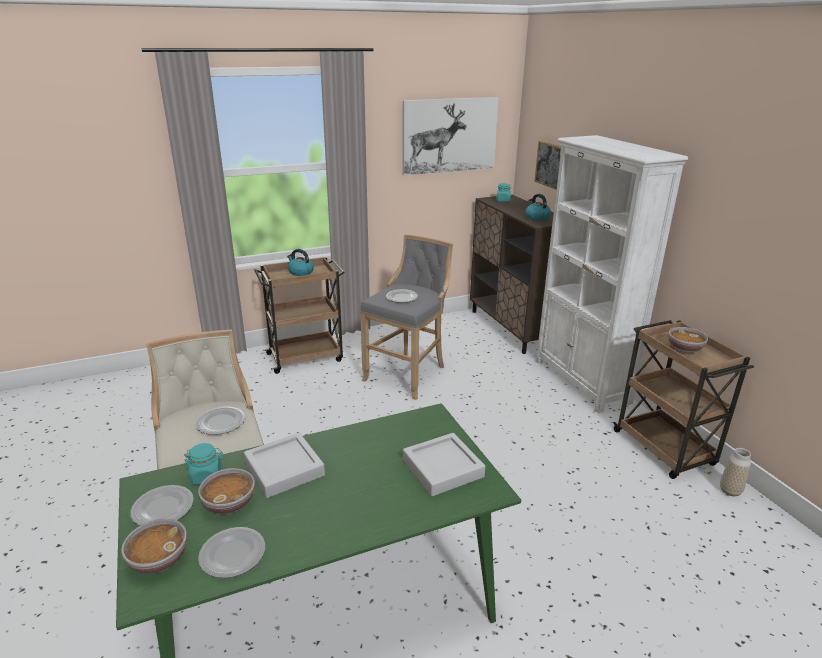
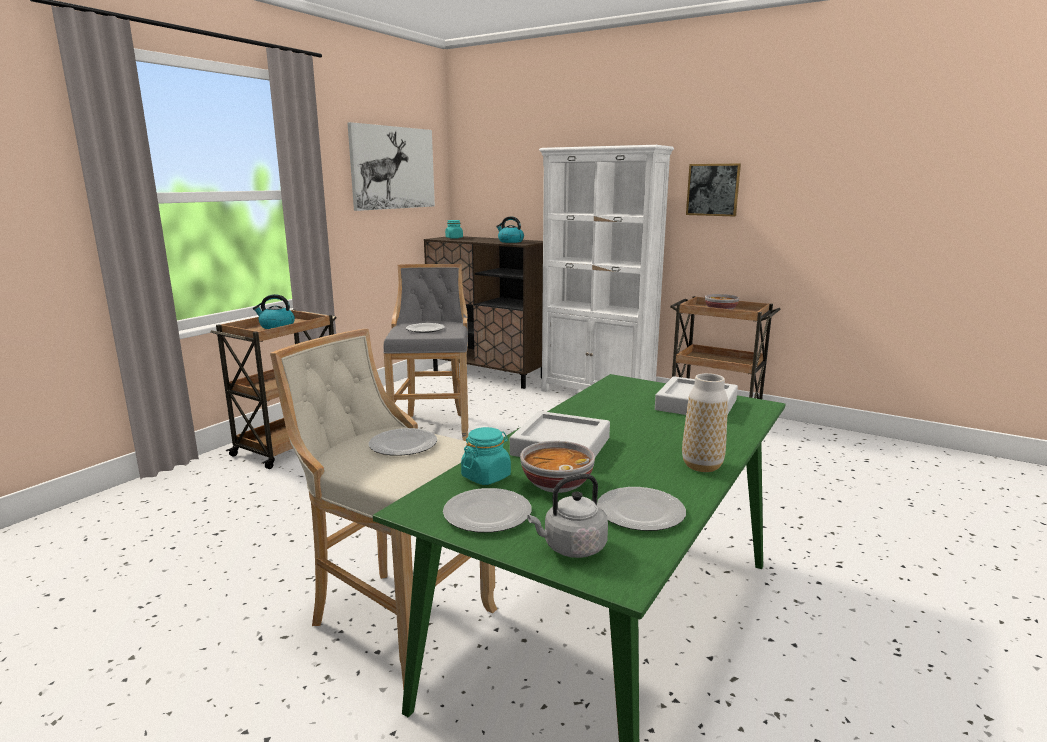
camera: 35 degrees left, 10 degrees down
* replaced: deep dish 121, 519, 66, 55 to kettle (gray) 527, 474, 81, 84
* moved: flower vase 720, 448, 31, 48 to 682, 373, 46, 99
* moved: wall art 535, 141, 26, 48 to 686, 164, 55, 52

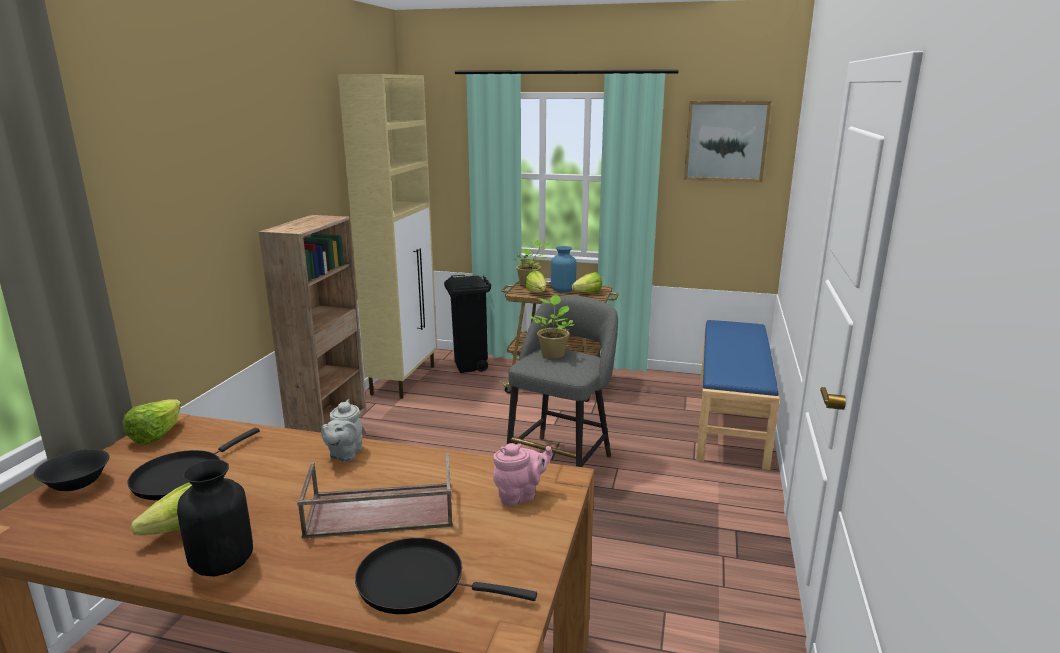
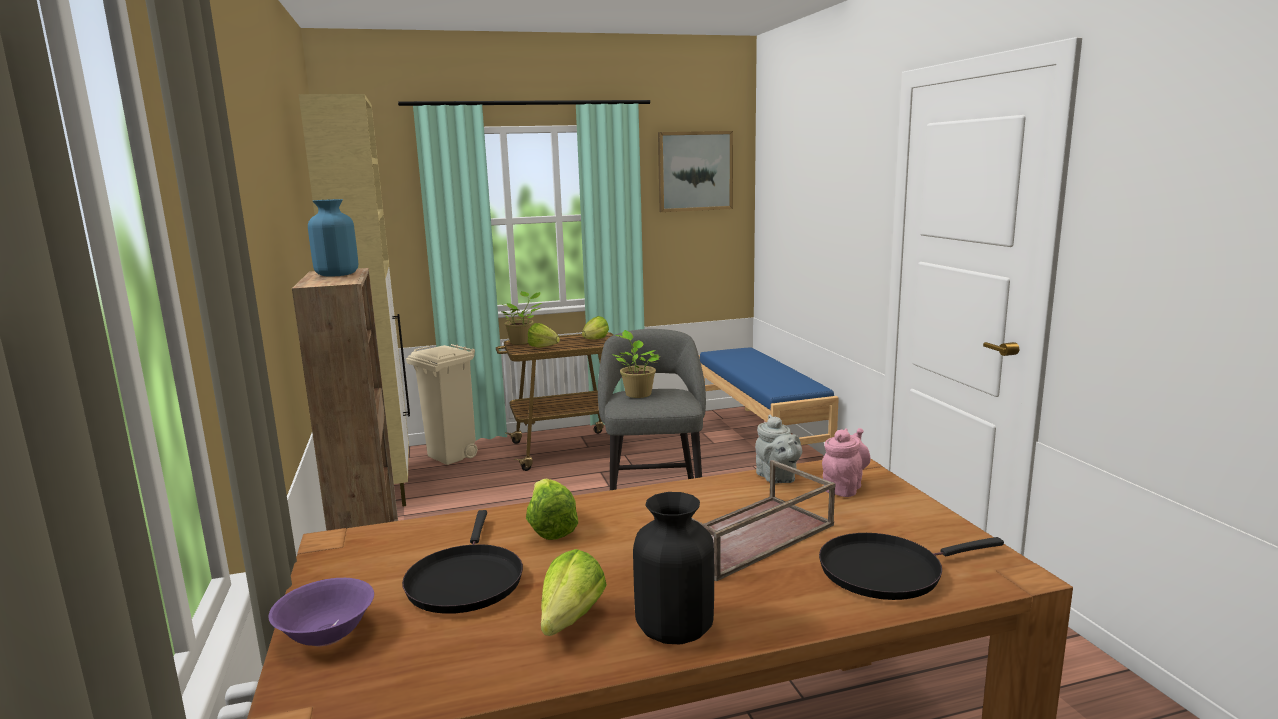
camera: 30 degrees left, 5 degrees down
* recoloured: deep dish (blackish) 34, 449, 76, 43 to deep dish (purplish) 269, 578, 105, 68
* moved: flower vase (bluish) 551, 246, 25, 46 to 308, 199, 50, 78
* recoloured: rubbish bin (blackish) 444, 275, 47, 98 to rubbish bin (beige) 406, 344, 72, 121
* moved: head of lettuce 123, 399, 58, 46 to 526, 478, 52, 62
* moved: teapot (gray) 321, 399, 41, 63 to 755, 415, 47, 68

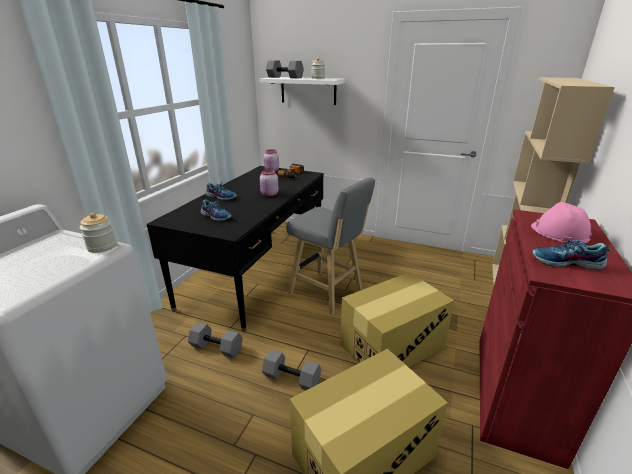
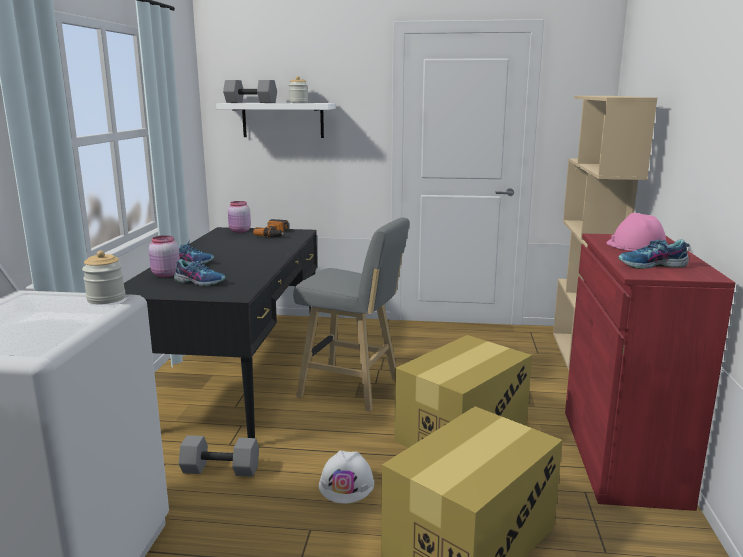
camera: 15 degrees left, 10 degrees down
* moved: storage jar (pink-coloured) 260, 169, 18, 27 to 149, 235, 31, 42
* replaced: hand weight (gray) 262, 349, 59, 41 to safety helmet (white) 319, 451, 55, 53

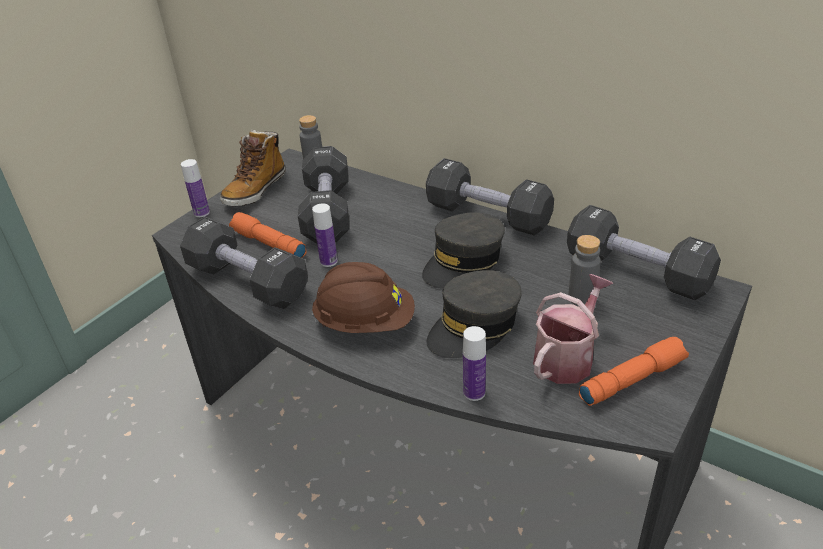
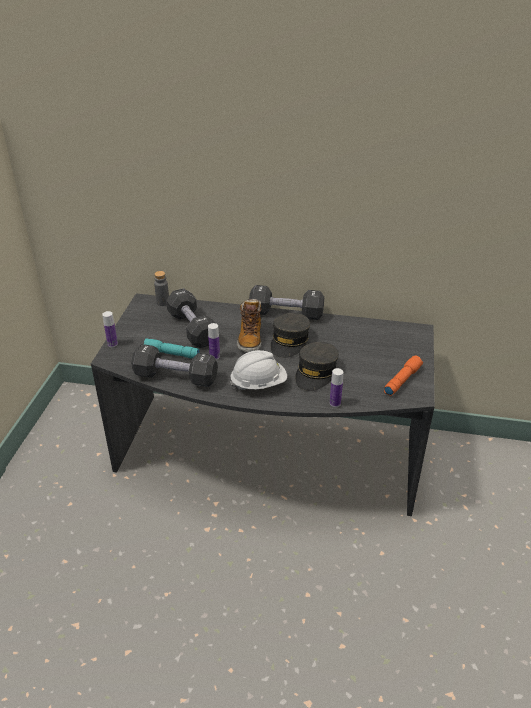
camera: 25 degrees left, 0 degrees up
* recoloured: torch (orange-coloured) 229, 212, 77, 46 to torch (turquoise-coloured) 144, 339, 56, 19
* recoloured: safety helmet (brownish) 312, 262, 103, 71 to safety helmet (white) 230, 350, 57, 41
* moved: tall boot 220, 130, 65, 77 to 237, 299, 24, 53
* removed: watering can 533, 274, 80, 110
* removed: hand weight (blackish) 567, 205, 154, 95
* removed: beverage bottle (gray) 568, 235, 33, 71

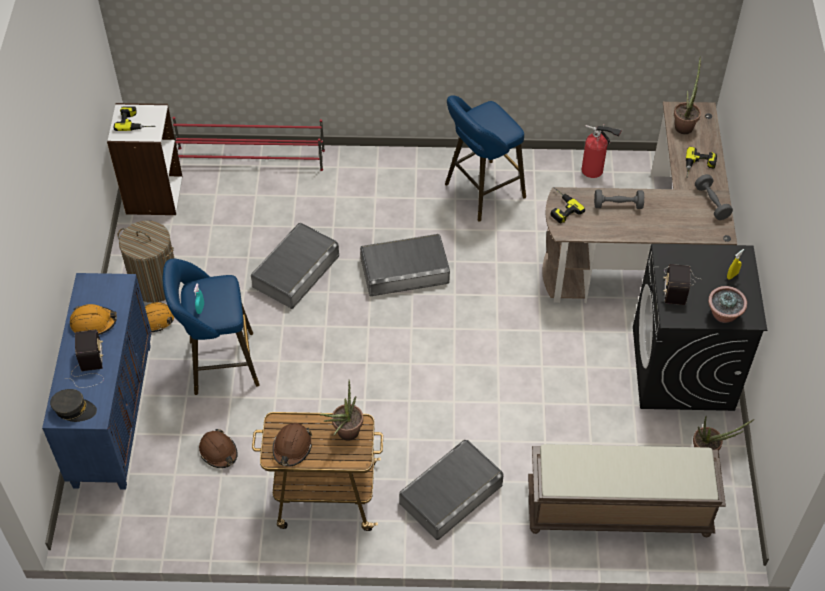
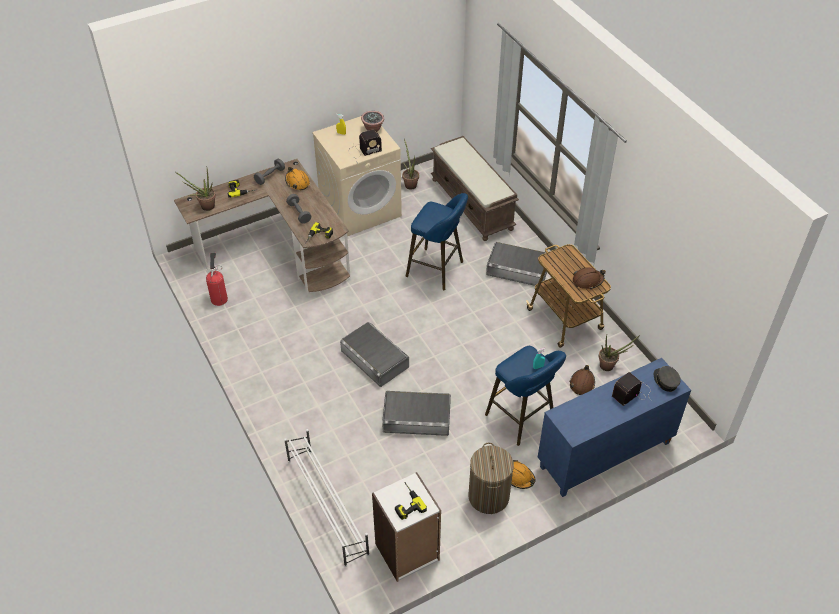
camera: 120 degrees left, 5 degrees down
* recoloured: shoe rack (reddish) 173, 117, 152, 54 to shoe rack (white) 284, 429, 85, 138
* moved: safety helmet (orange-coloured) 70, 304, 47, 31 to 285, 167, 25, 24
* recoloured: washing machine (blackish) 633, 244, 134, 167 to washing machine (beige) 312, 116, 90, 120
* moved: stool (bluish) 445, 95, 81, 127 to 406, 193, 62, 97
* moved: houseplant 319, 379, 44, 62 to 599, 335, 41, 36

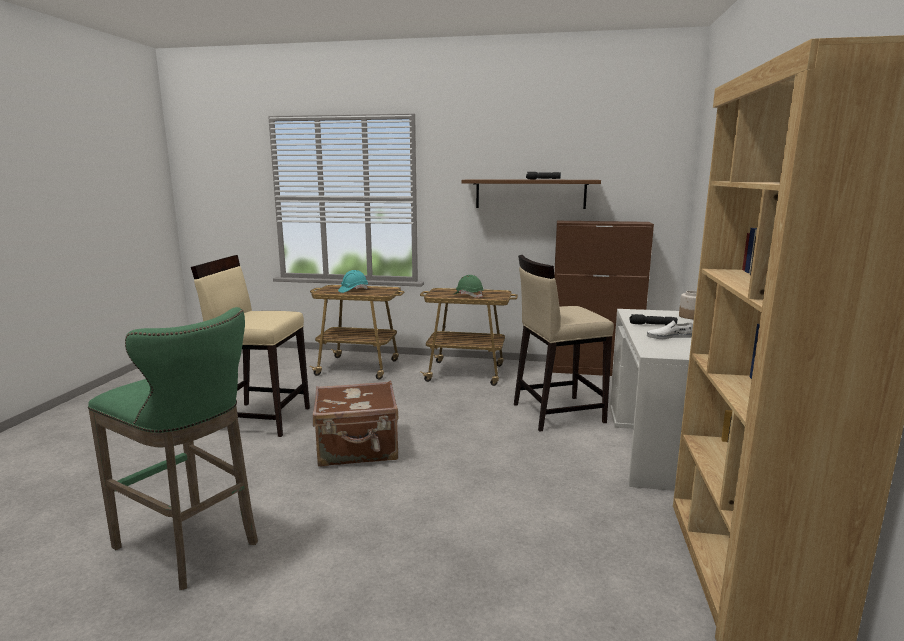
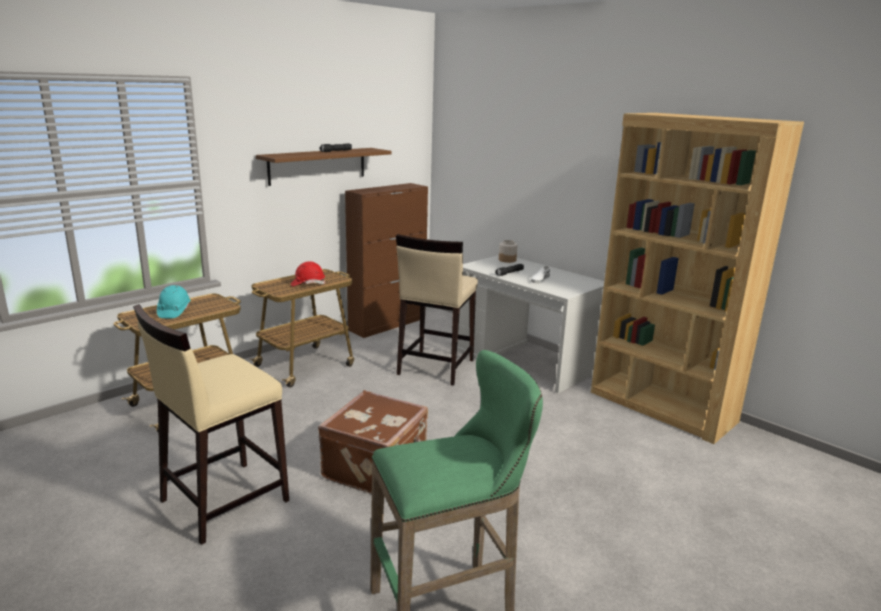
camera: 55 degrees left, 5 degrees up
* recoloured: safety helmet (green) 454, 275, 30, 23 to safety helmet (reddish) 291, 261, 34, 25

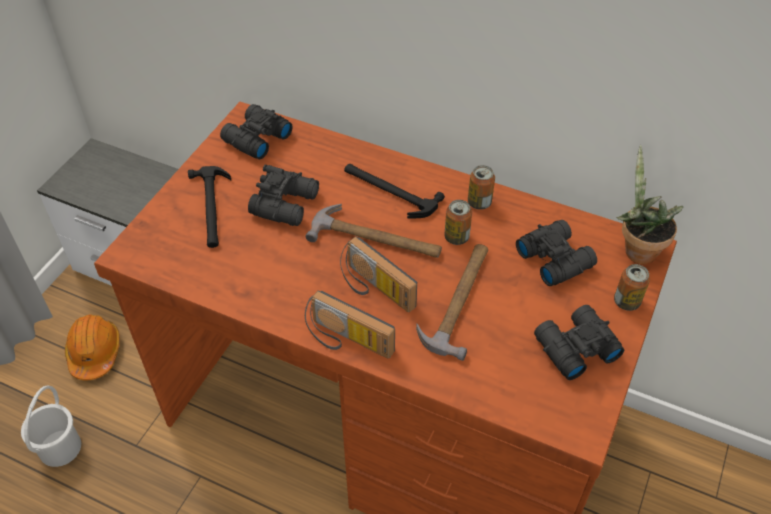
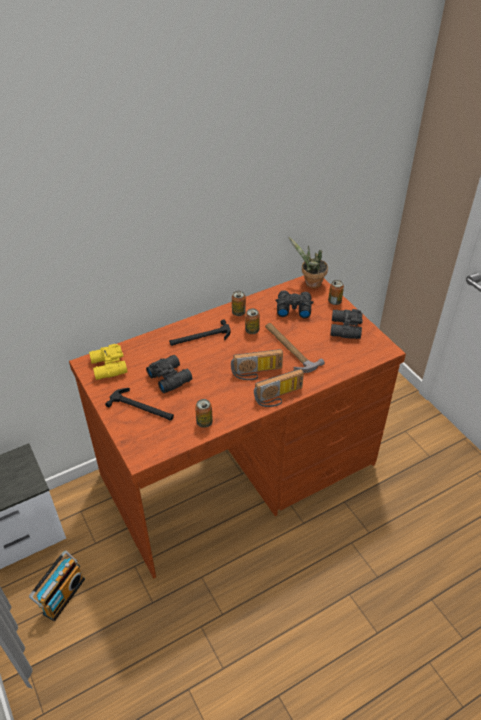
camera: 55 degrees left, 5 degrees down
* replaced: safety helmet (orange-coloured) 65, 315, 55, 65 to radio set 29, 551, 56, 70
* recoloured: field glasses (blackish) 220, 104, 73, 55 to field glasses (yellowish) 89, 344, 38, 36
* added: metal can 195, 399, 18, 29
* removed: water bucket (white) 21, 385, 60, 82
* removed: tool hammer 306, 204, 136, 54

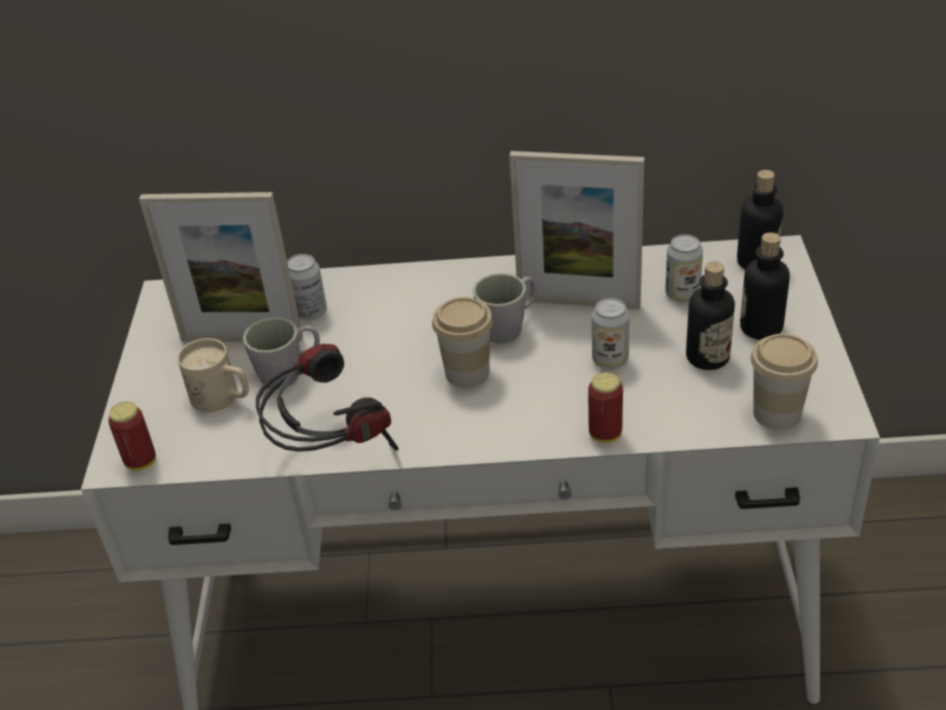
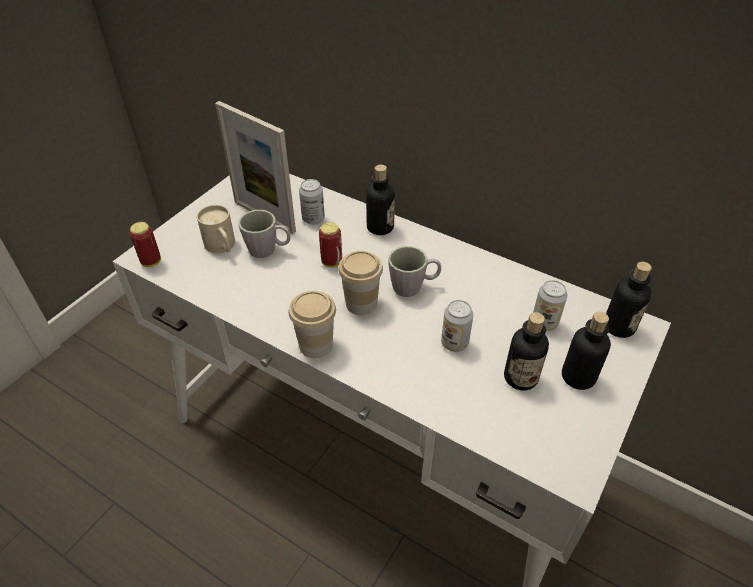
camera: 30 degrees right, 5 degrees up
* moved: small cup 751, 334, 67, 96 to 288, 291, 48, 67
* moved: metal can 588, 372, 35, 71 to 319, 222, 23, 46
* added: beverage bottle 366, 164, 29, 71
* removed: headset 256, 344, 143, 108
* removed: picture frame 509, 151, 135, 158

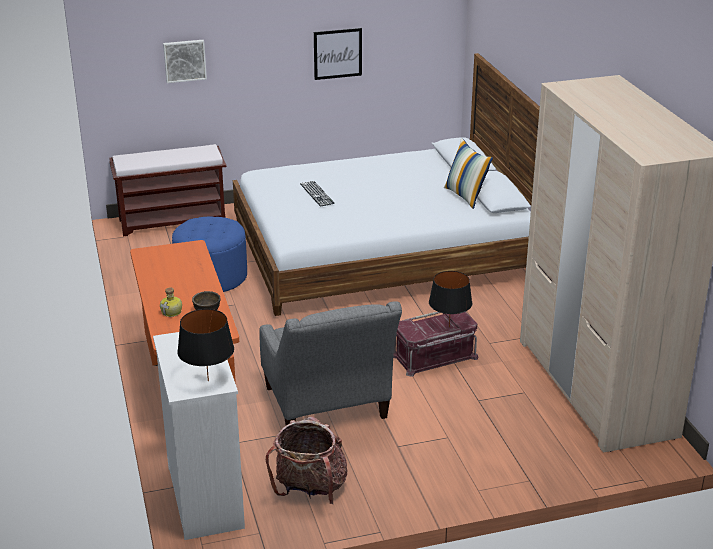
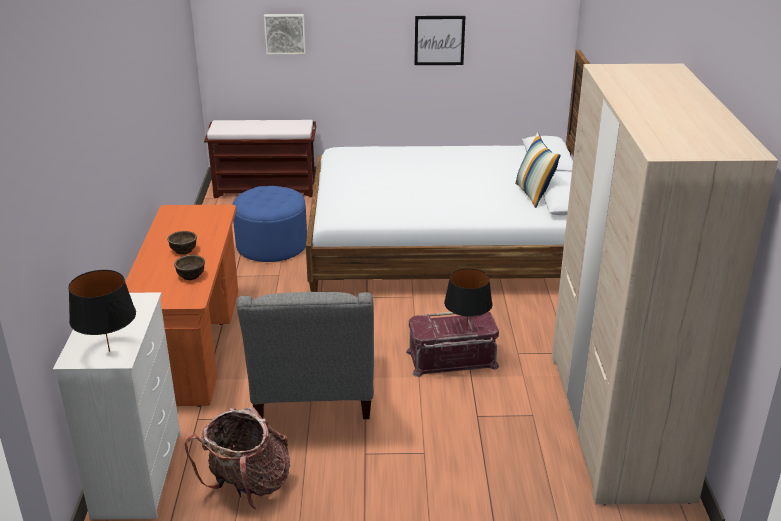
camera: 15 degrees right, 0 degrees up
* added: deep dish (brownish) 168, 231, 29, 24
* removed: beverage bottle 160, 288, 22, 29
* removed: computer keyboard 300, 181, 35, 26

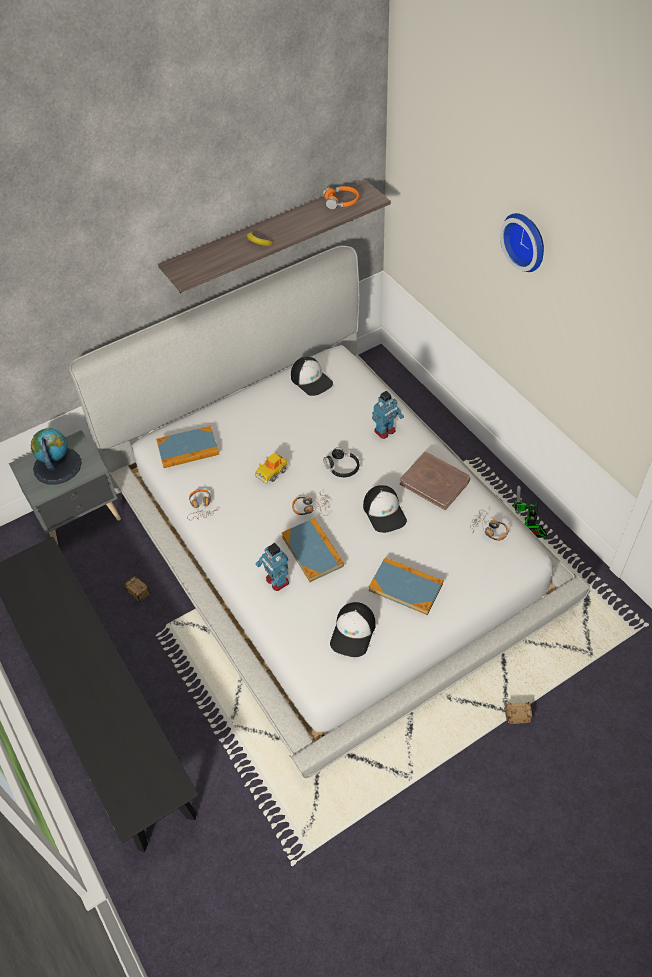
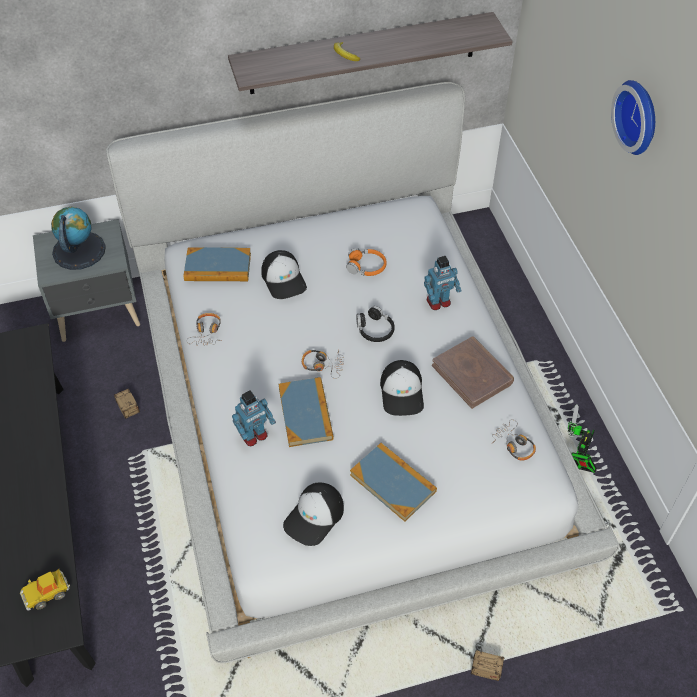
camera: 15 degrees right, 0 degrees up
* moved: model car 255, 452, 33, 32 to 20, 568, 50, 43
* turned: toy robot 256, 543, 33, 48 = 232, 390, 44, 56 105 degrees counterclockwise
* moved: cap 291, 357, 42, 39 to 261, 250, 46, 49
* moved: headset (orange-coloured) 323, 186, 36, 23 to 346, 248, 41, 28

